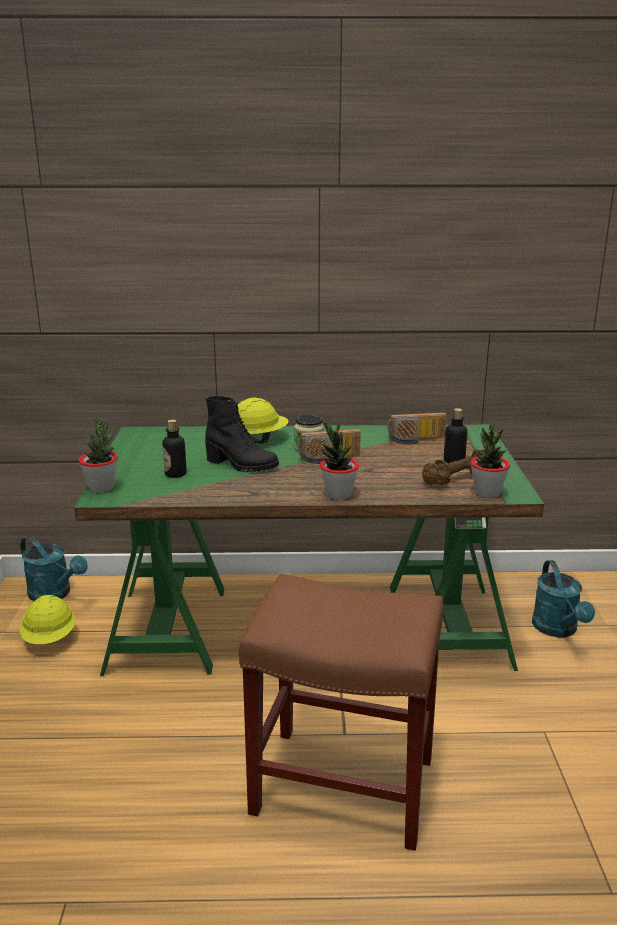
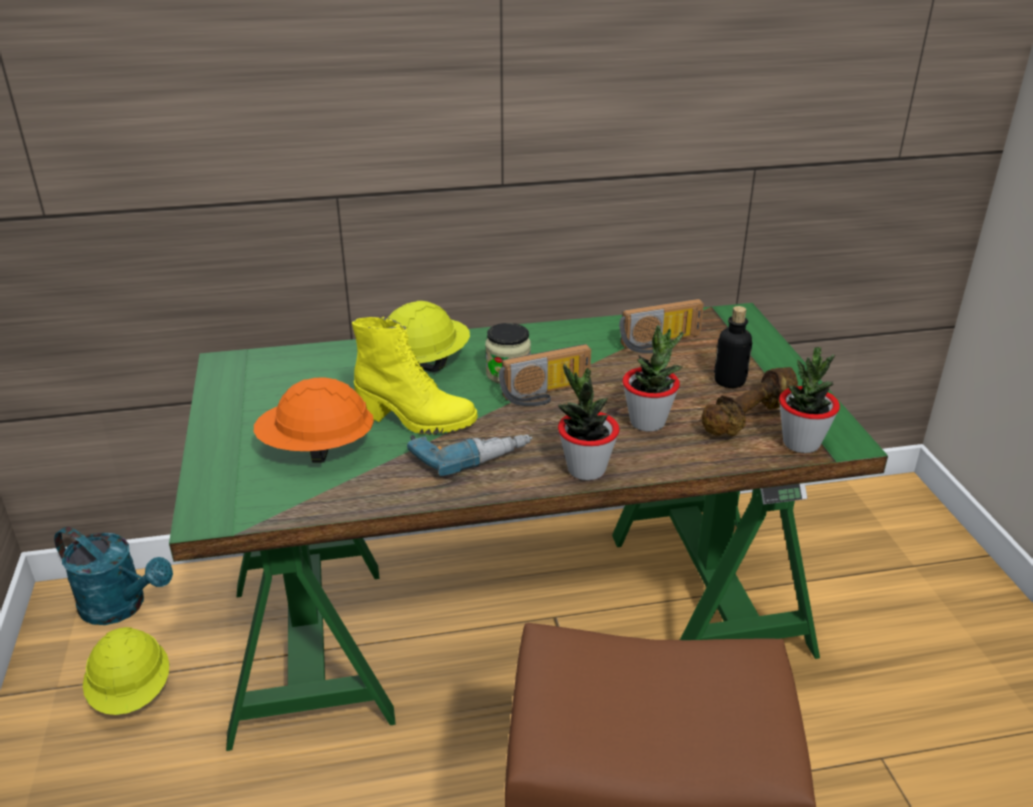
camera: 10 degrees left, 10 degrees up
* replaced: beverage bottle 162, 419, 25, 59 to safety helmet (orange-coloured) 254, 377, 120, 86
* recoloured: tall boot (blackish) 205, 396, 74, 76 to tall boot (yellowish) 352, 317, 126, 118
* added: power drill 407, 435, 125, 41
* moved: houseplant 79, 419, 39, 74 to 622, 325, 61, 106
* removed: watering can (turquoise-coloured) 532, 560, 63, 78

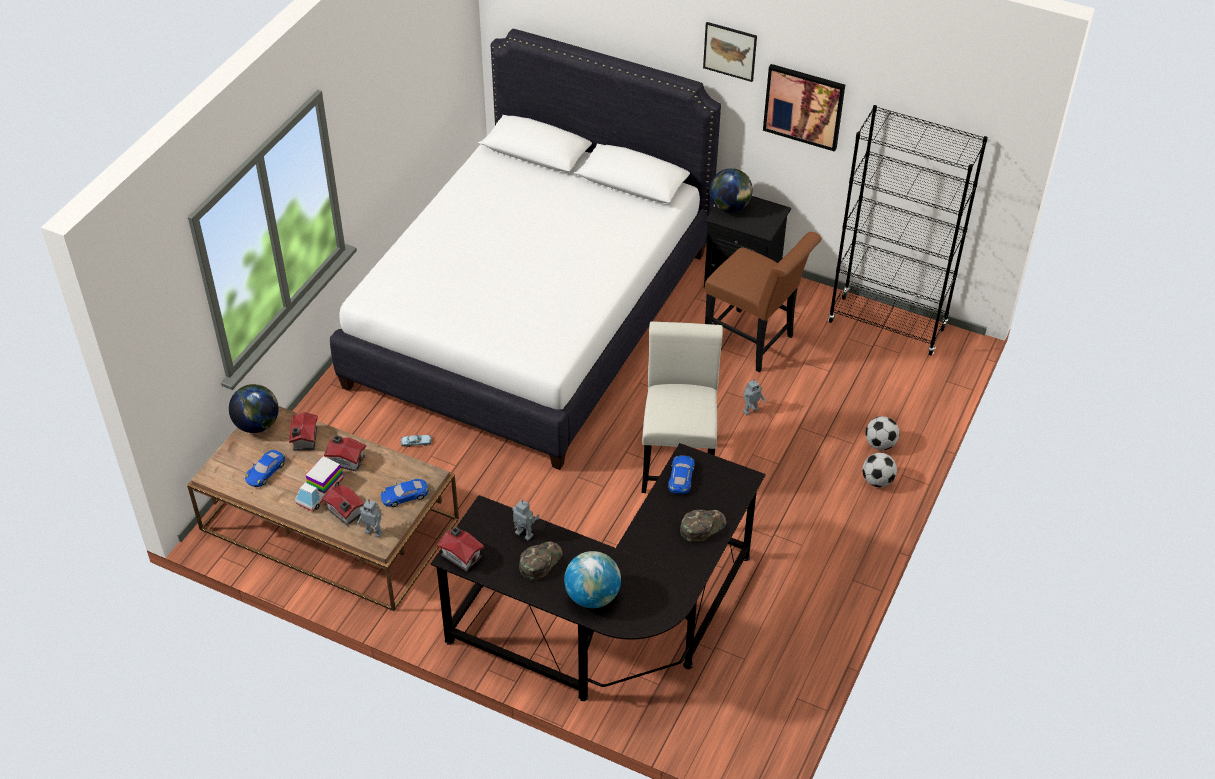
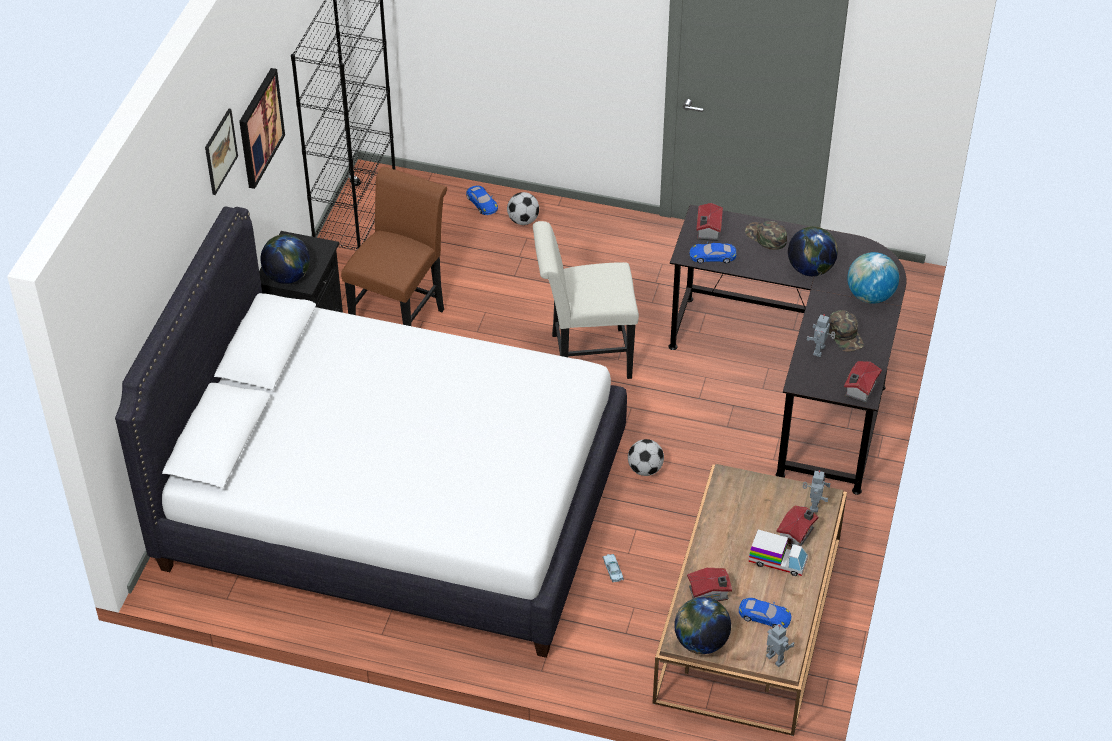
camera: 100 degrees left, 0 degrees up
* moved: model car (bluish) 381, 479, 48, 28 to 466, 185, 32, 30
* moved: football ball 862, 453, 35, 34 to 628, 439, 36, 37
* moved: toy house 324, 435, 42, 37 to 696, 203, 27, 38
* moved: toy robot 743, 379, 23, 36 to 766, 624, 29, 43
* added: world globe 788, 226, 50, 50
* turned: cap (green) 519, 542, 43, 38 = 829, 310, 35, 42 135 degrees counterclockwise

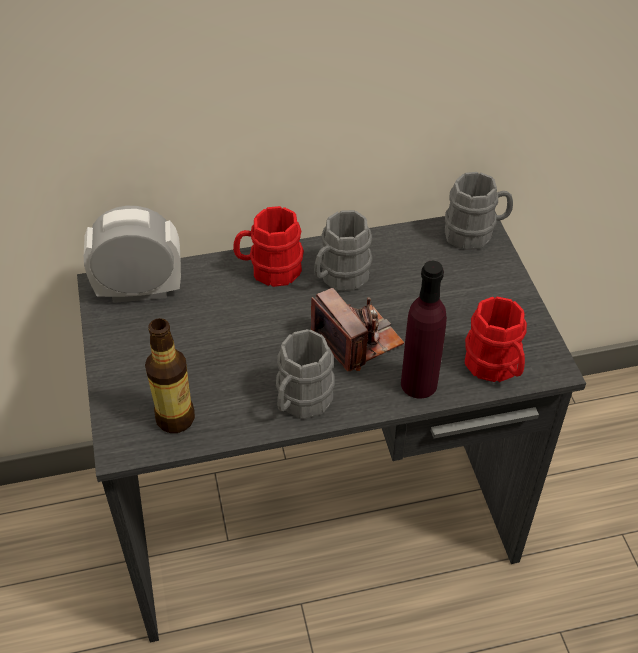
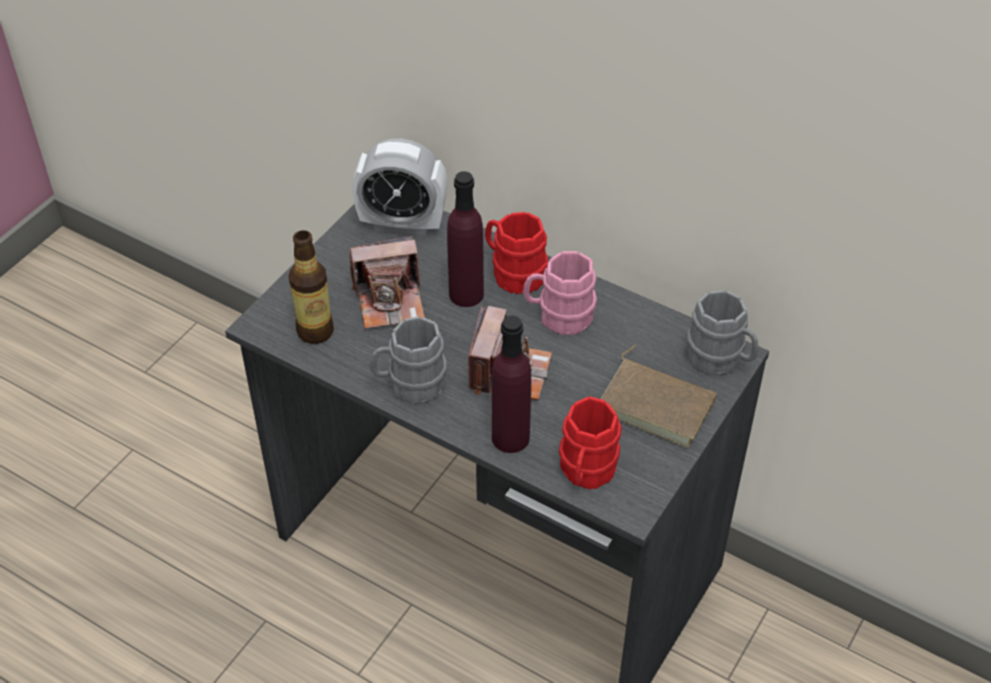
camera: 45 degrees right, 0 degrees up
* added: still camera 349, 236, 76, 93
* turned: alarm clock 84, 206, 97, 97 = 352, 138, 95, 97 150 degrees clockwise
* added: beverage bottle (purplish) 447, 171, 37, 136
* recoloured: tea mug (gray) 314, 210, 59, 81 to tea mug (pink-coloured) 523, 251, 74, 84
* added: bound book (brownish) 601, 345, 116, 103

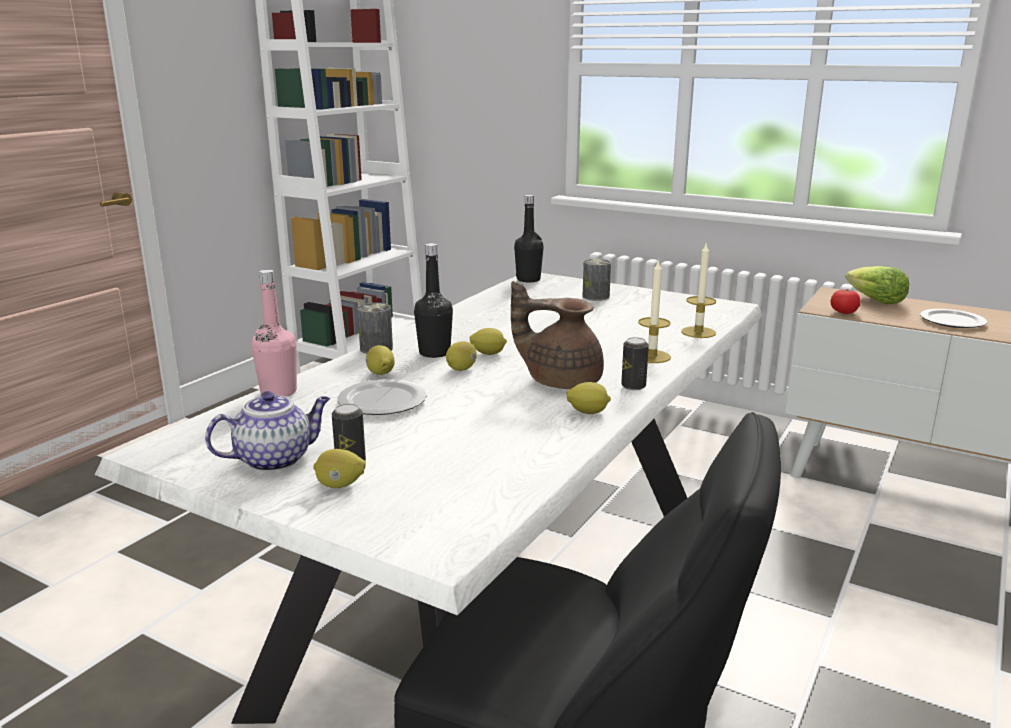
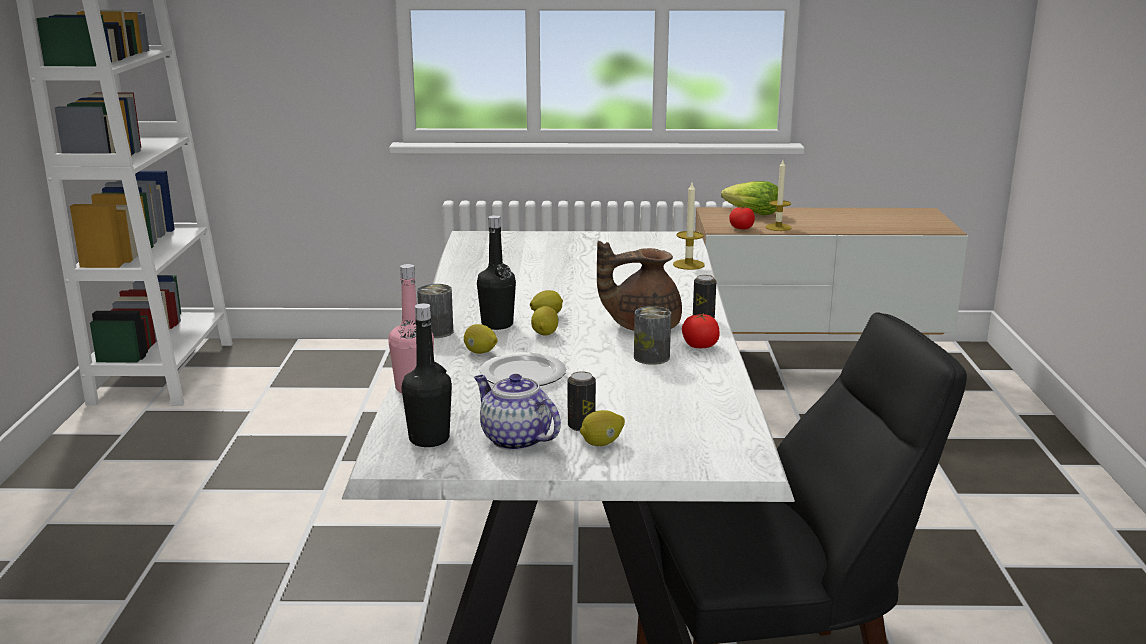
camera: 30 degrees left, 0 degrees up
* moved: beverage bottle (blackish) 514, 195, 30, 87 to 401, 303, 51, 144
* turned: teapot 205, 391, 125, 81 = 474, 374, 87, 77 75 degrees counterclockwise
* moved: metal can 582, 259, 29, 42 to 634, 306, 37, 59
* replaced: whole lemon 566, 382, 45, 32 to fresh tomato 682, 313, 37, 35
* moved: wax light 638, 259, 33, 104 to 766, 160, 25, 71
* removed: dinner plate 920, 309, 67, 19

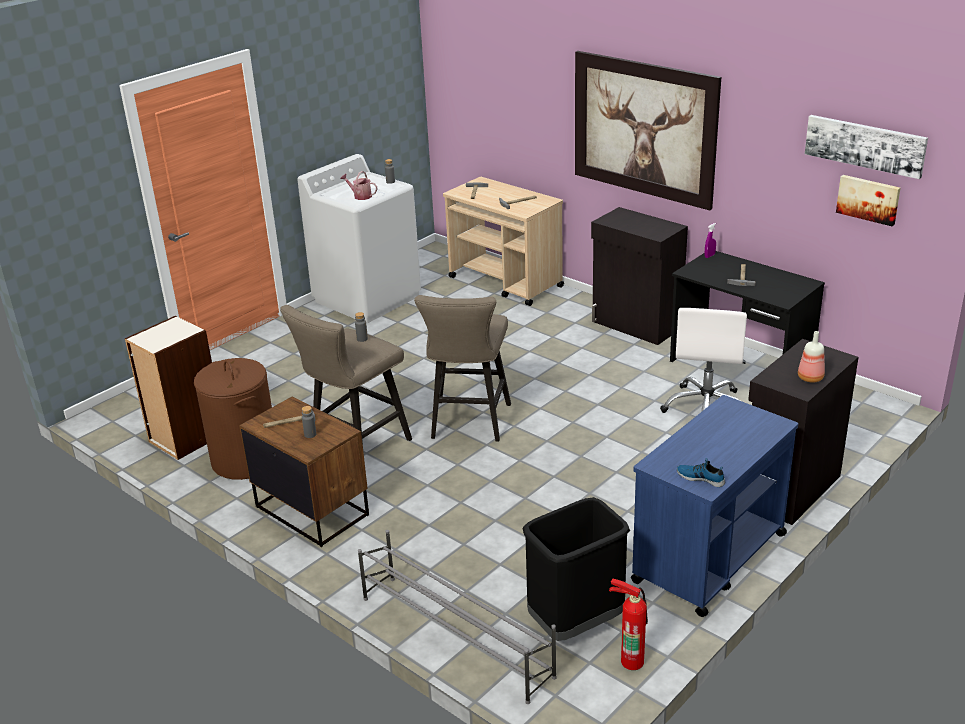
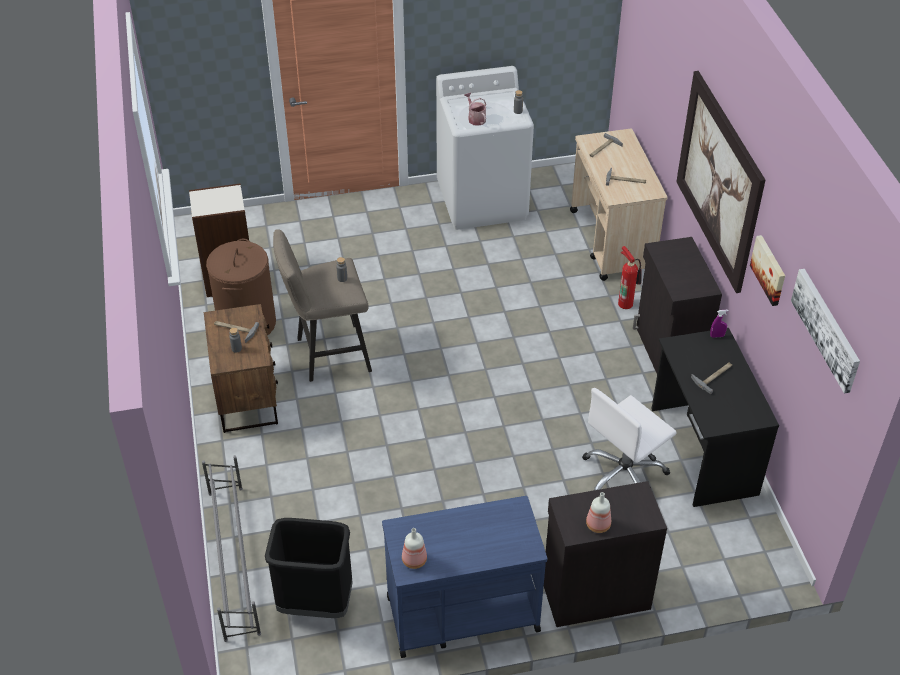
camera: 35 degrees right, 15 degrees up
* replaced: item of footwear 677, 458, 48, 29 to beverage bottle 402, 528, 25, 41
* moved: fire-fighting cylinder 609, 578, 39, 92 to 618, 246, 24, 63
* moved: wall art 836, 175, 64, 51 to 750, 235, 35, 71
* removed: stool (beige) 414, 295, 97, 147

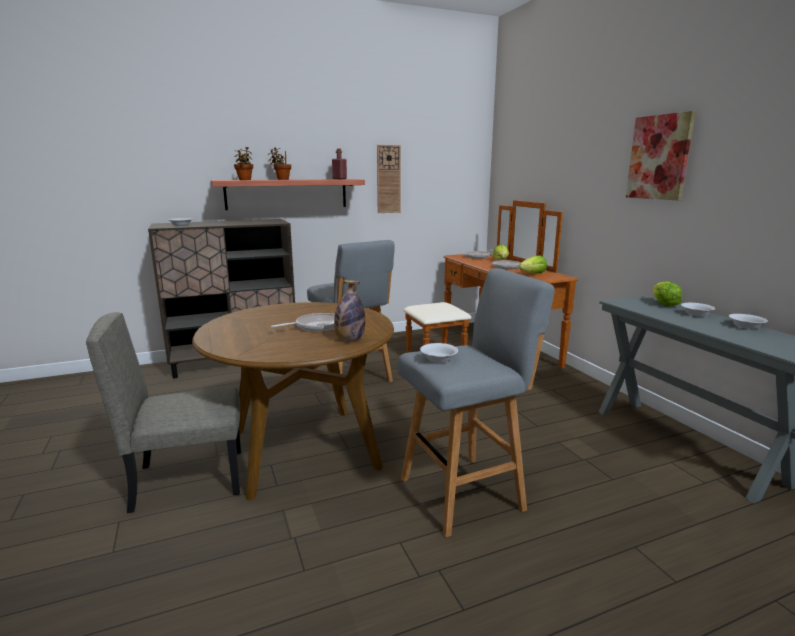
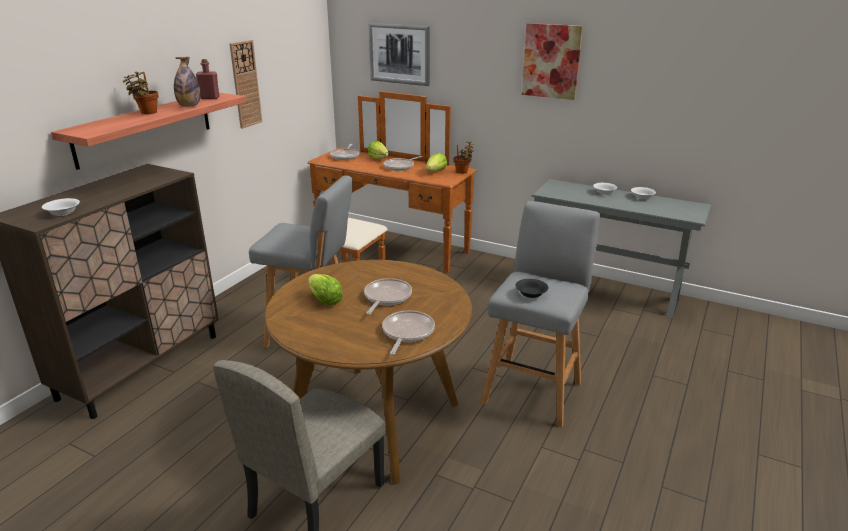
camera: 40 degrees left, 10 degrees up
* moved: beverage bottle 334, 280, 31, 61 to 174, 57, 26, 50
* moved: head of lettuce 653, 281, 29, 26 to 308, 274, 35, 32
* added: wall art 368, 23, 62, 63
* added: frying pan 382, 310, 53, 45
* moved: houseplant 234, 147, 19, 33 to 453, 141, 21, 33
* recoloured: deep dish (white) 420, 343, 38, 20 to deep dish (blackish) 515, 279, 33, 19

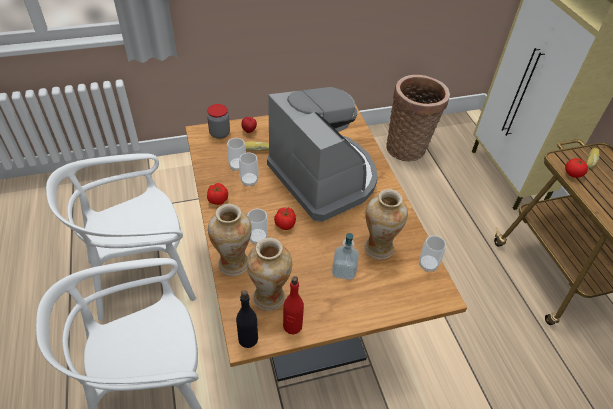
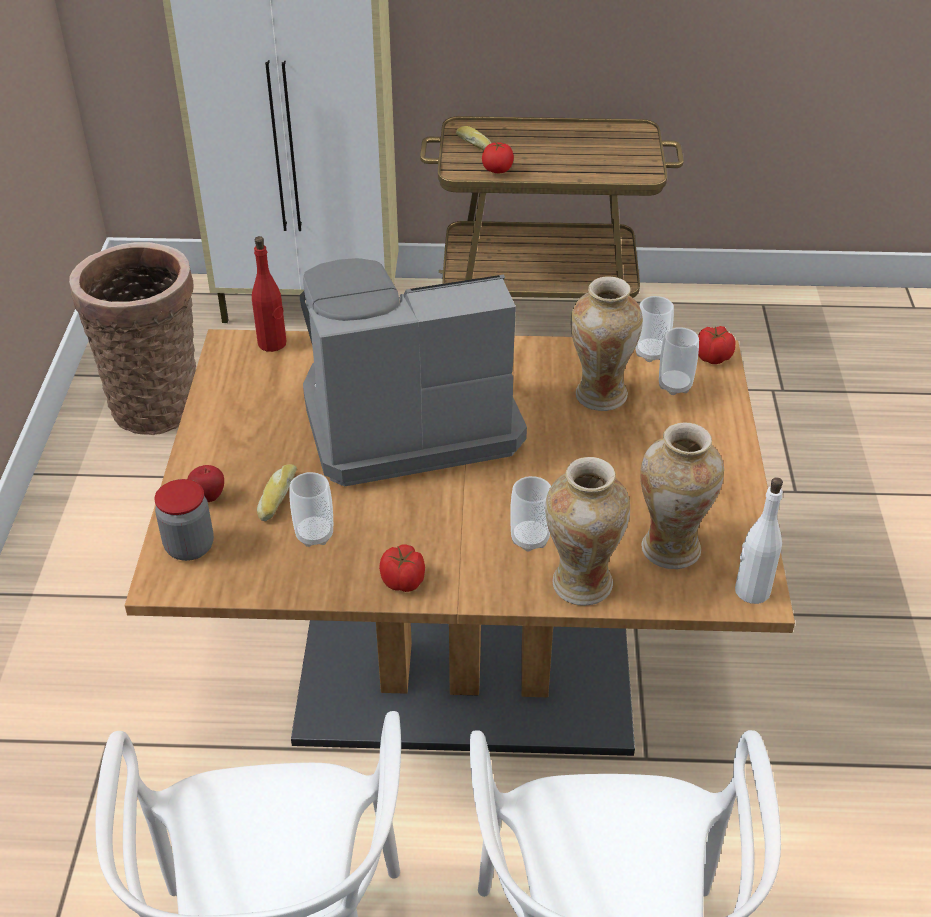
camera: 70 degrees left, 5 degrees down
* moved: beverage bottle (reddish) 283, 276, 21, 59 to 252, 236, 34, 116
* moved: small cup 239, 152, 19, 34 to 659, 327, 40, 68
* moved: fresh tomato 274, 208, 22, 22 to 698, 326, 37, 38
* recoloured: beverage bottle (blackish) 236, 290, 22, 58 to beverage bottle (white) 735, 477, 48, 127
* removed: soap dispenser 332, 233, 27, 47

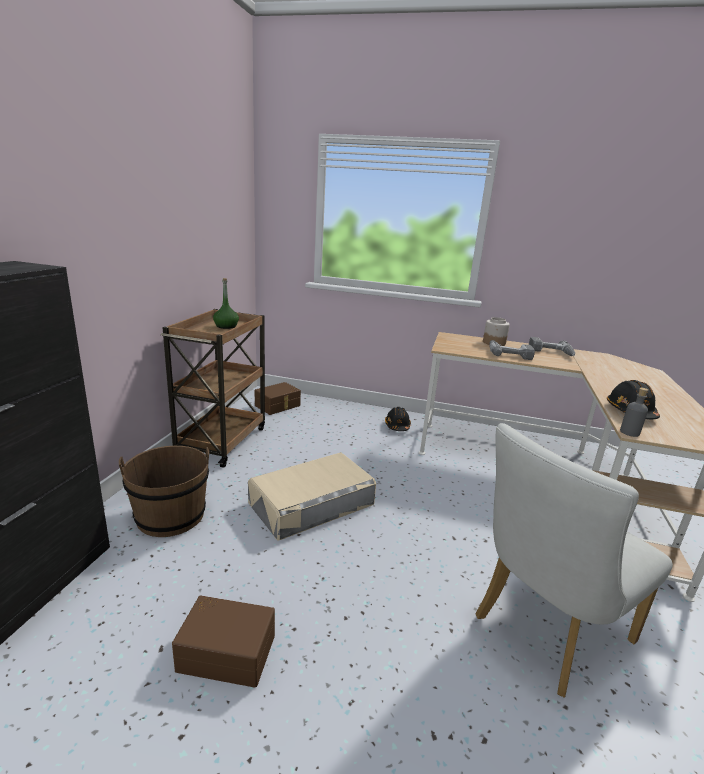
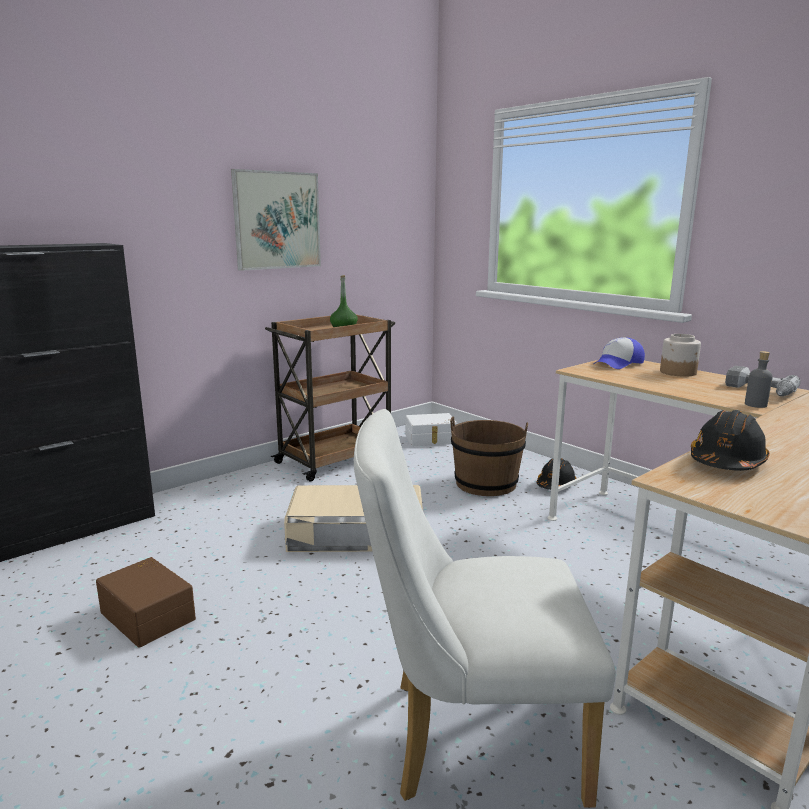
camera: 35 degrees right, 5 degrees down
* added: wall art 231, 169, 90, 102
* recoloured: storage bin (brownish) 255, 382, 46, 33 to storage bin (white) 405, 413, 52, 33
* moved: water bucket (brownish) 119, 446, 90, 91 to 450, 417, 78, 79
* added: cap 594, 337, 51, 32
* moved: beverage bottle (gray) 620, 388, 28, 49 to 745, 351, 28, 57
* removed: power drill 489, 340, 46, 20

